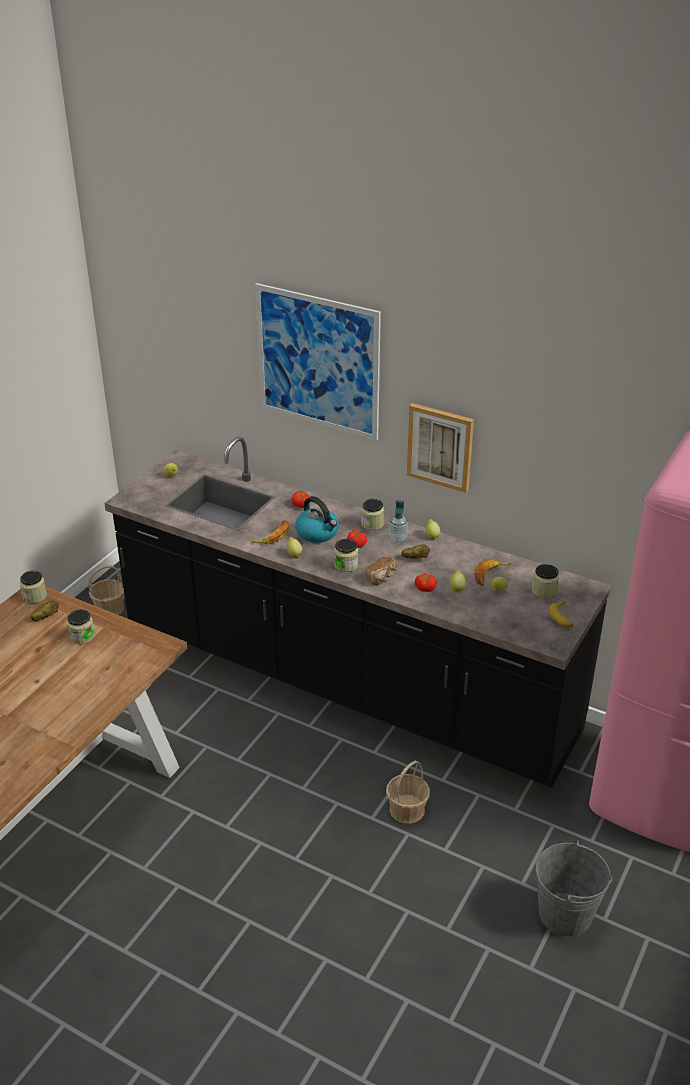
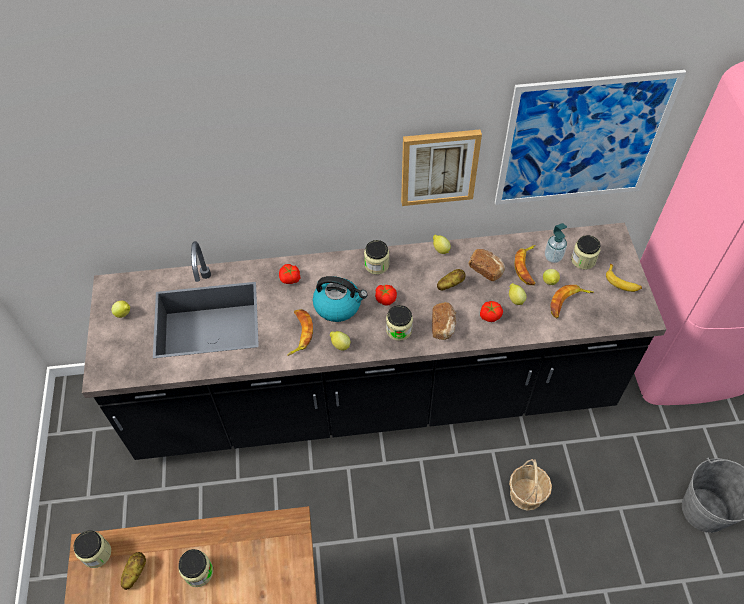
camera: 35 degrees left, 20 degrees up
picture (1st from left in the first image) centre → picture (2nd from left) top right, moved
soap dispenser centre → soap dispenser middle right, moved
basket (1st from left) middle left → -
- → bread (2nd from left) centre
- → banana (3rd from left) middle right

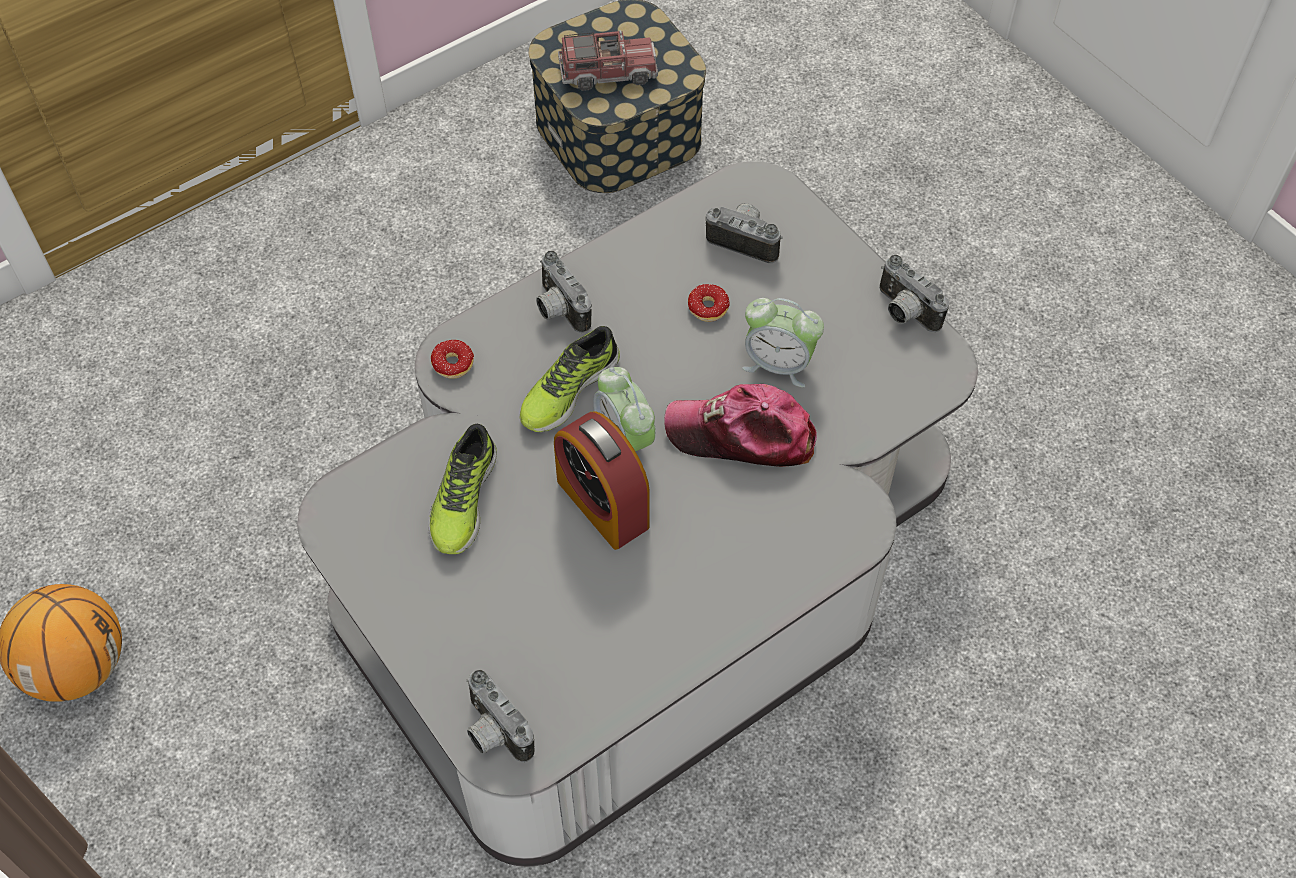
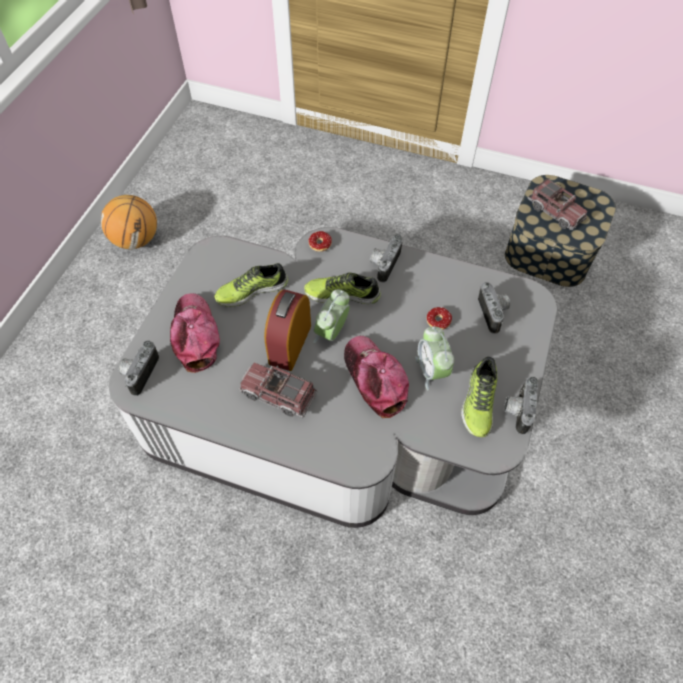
camera: 55 degrees right, 0 degrees up
- → cap (1st from left) middle left
- → shoe (3rd from left) middle right
- → toy truck (1st from left) centre

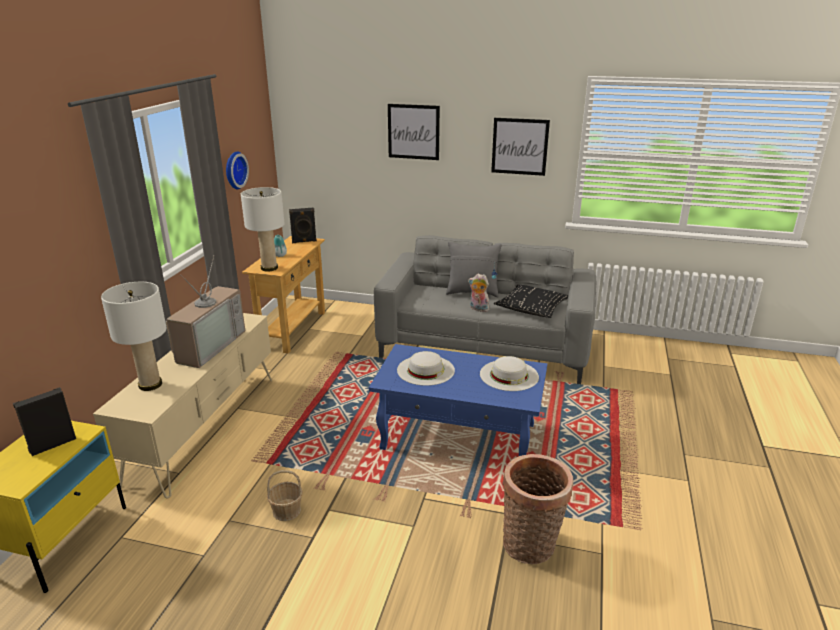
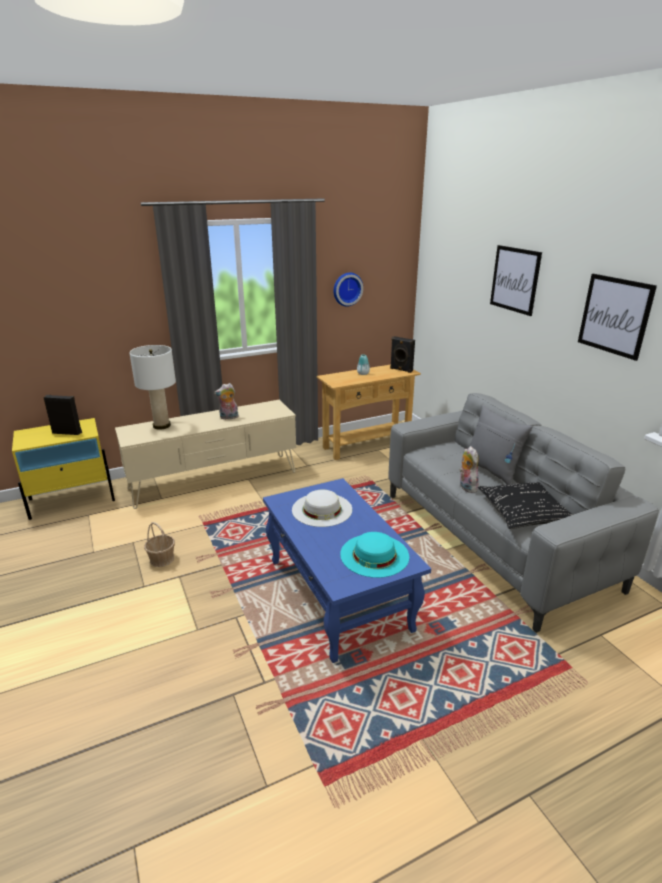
camera: 50 degrees right, 0 degrees up
table lamp in white (2nd from left) middle left → -
television middle left → plush toy (1st from left) centre
hat in white (2nd from left) centre → hat in turquoise centre
basket (2nd from left) bottom centre → -

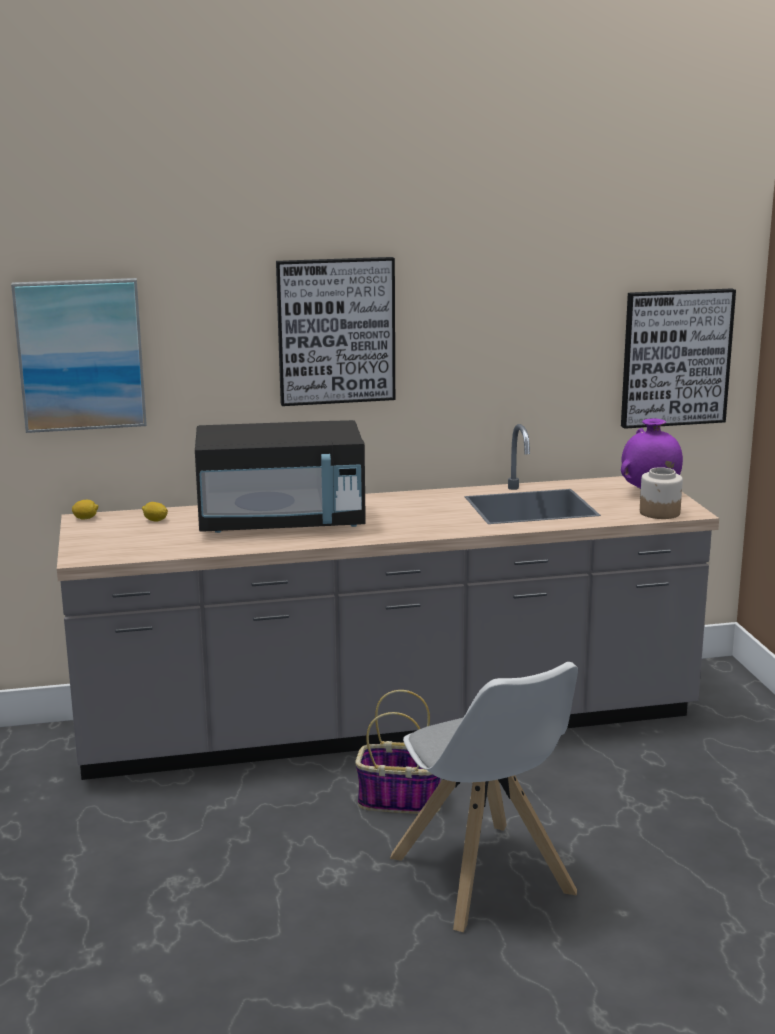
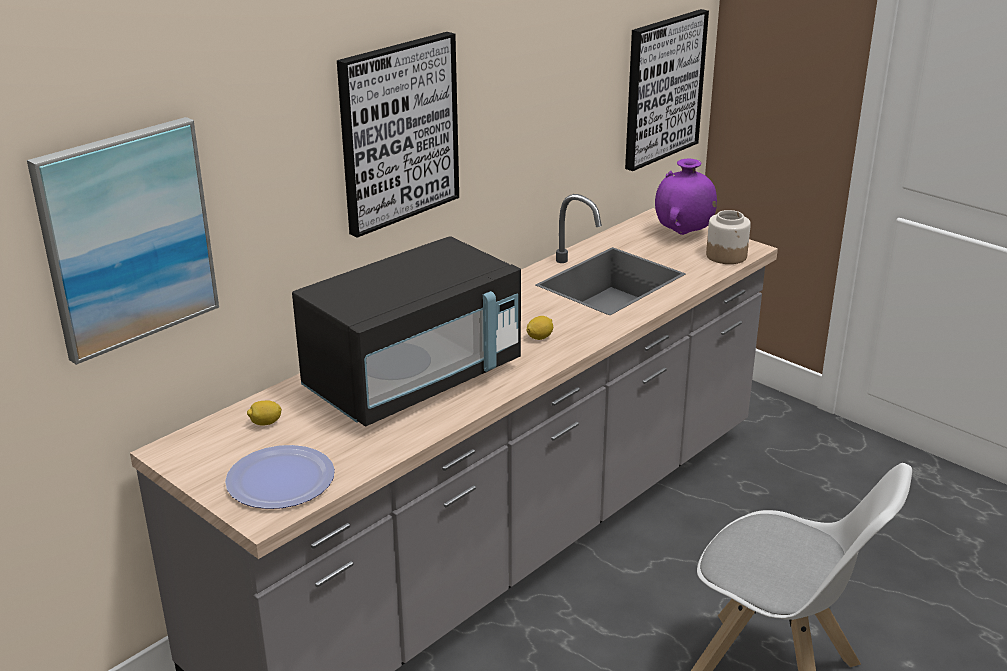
camera: 35 degrees left, 10 degrees up
lemon (1st from left in the first image) middle left → lemon (2nd from left) centre, moved
basket bottom centre → -
- → plate bottom left

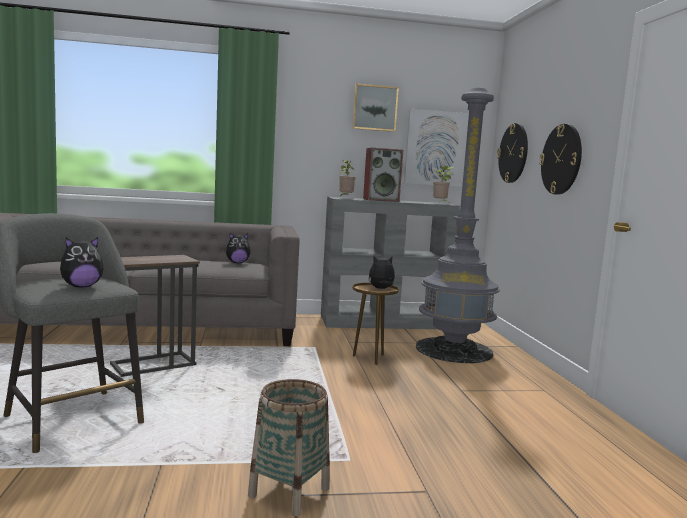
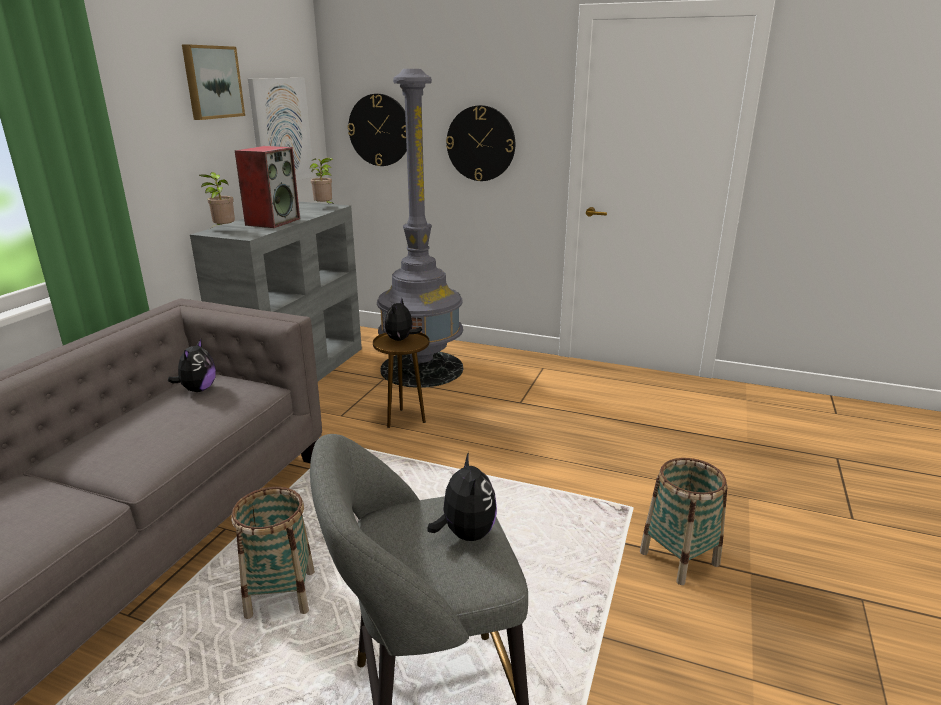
camera: 60 degrees left, 15 degrees up
side table in brown (1st from left) middle left → basket (1st from left) bottom left

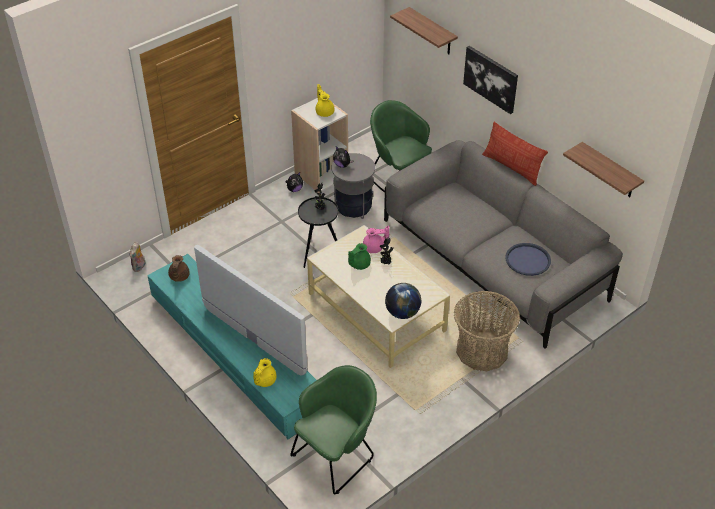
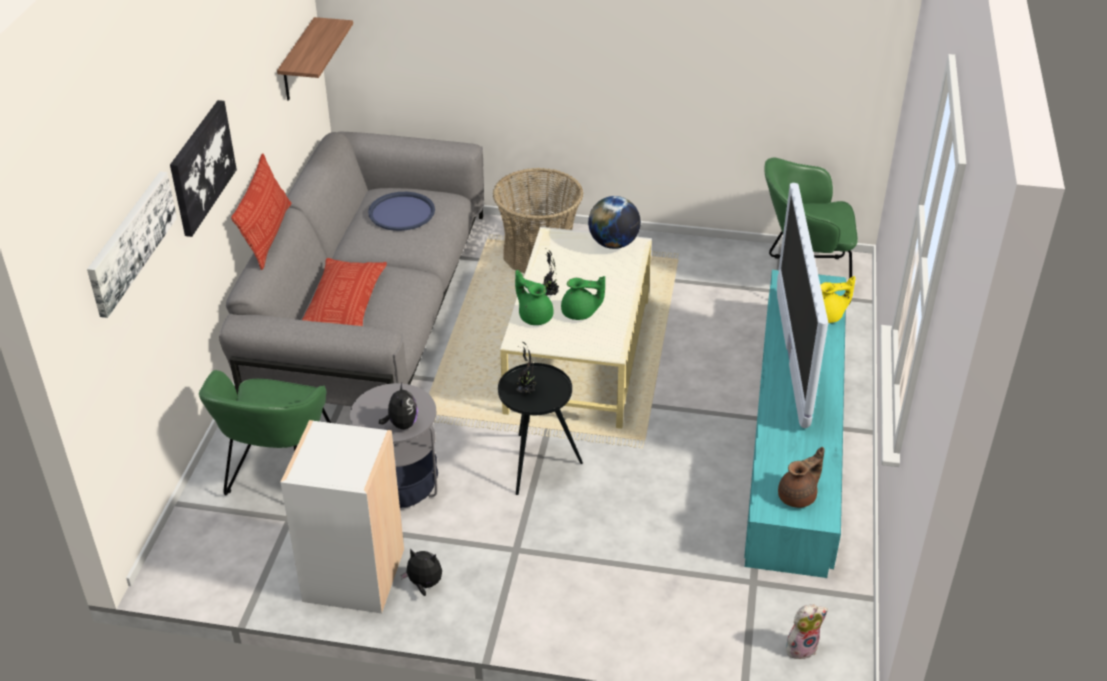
camera: 130 degrees left, 5 degrees down
shelf (1st from left) top centre → picture (1st from left) middle left
teapot in yellow (2nd from left) top centre → -
teapot in pink centre → teapot in green (1st from left) centre
- → pillow (2nd from left) middle left

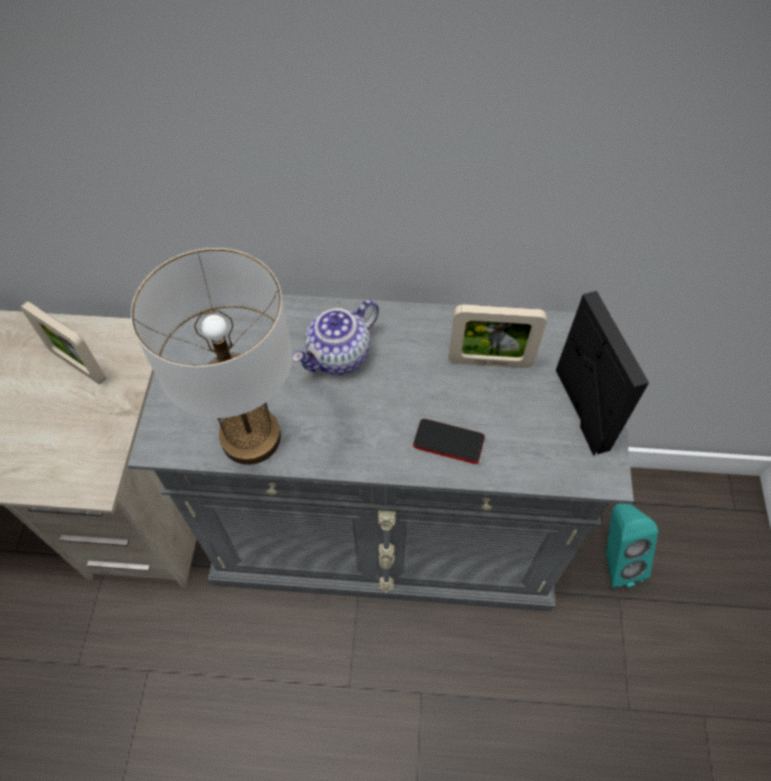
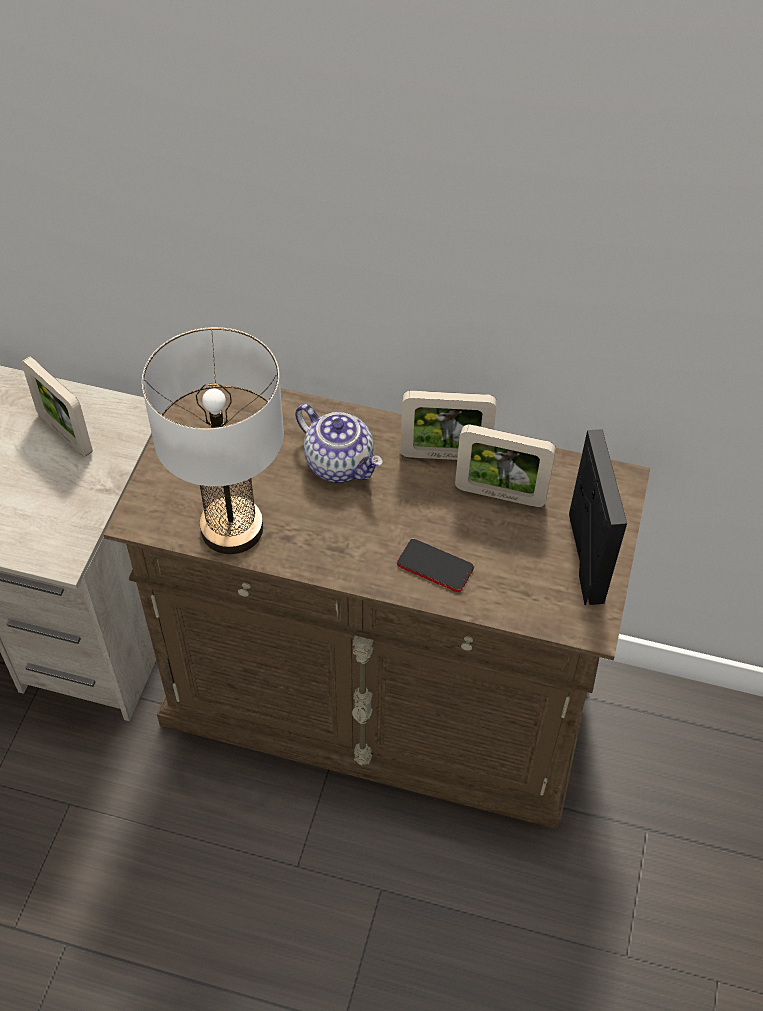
camera: 10 degrees right, 5 degrees down
dresser in grey centre → dresser in brown centre
teapot centre, 105 degrees counterclockwise
speaker in turquoise bottom right → -
- → picture frame (2nd from left) centre

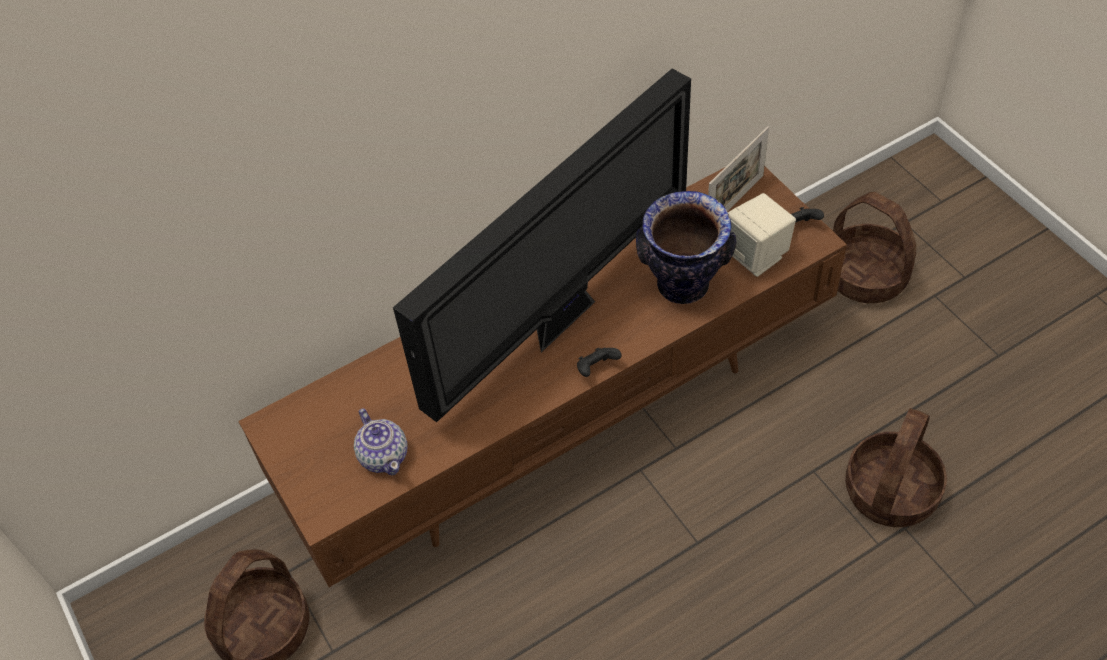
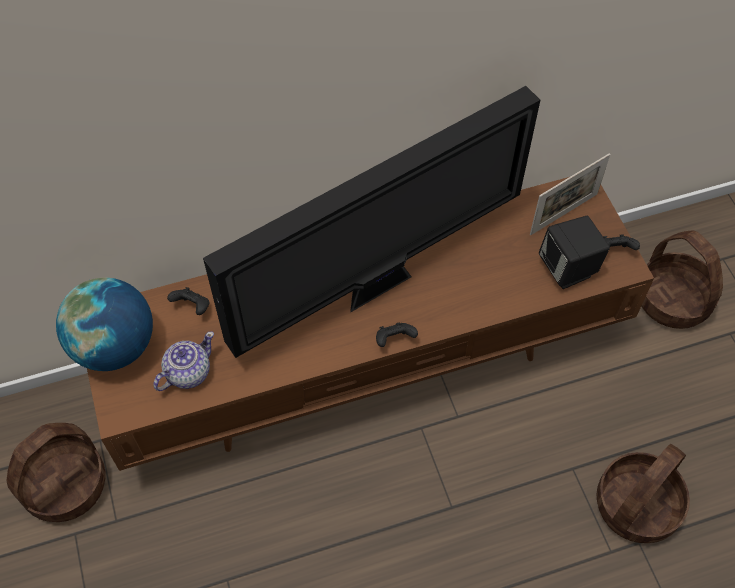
camera: 10 degrees right, 5 degrees up
vase centre → -
speaker in beige middle right → speaker in black middle right
teapot bottom centre → teapot middle left, 120 degrees counterclockwise
- → globe middle left
- → game controller in black (1st from left) middle left

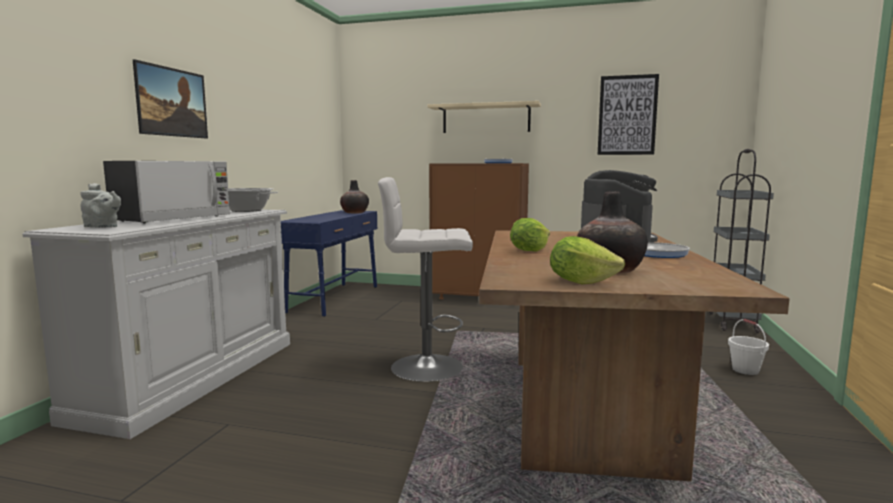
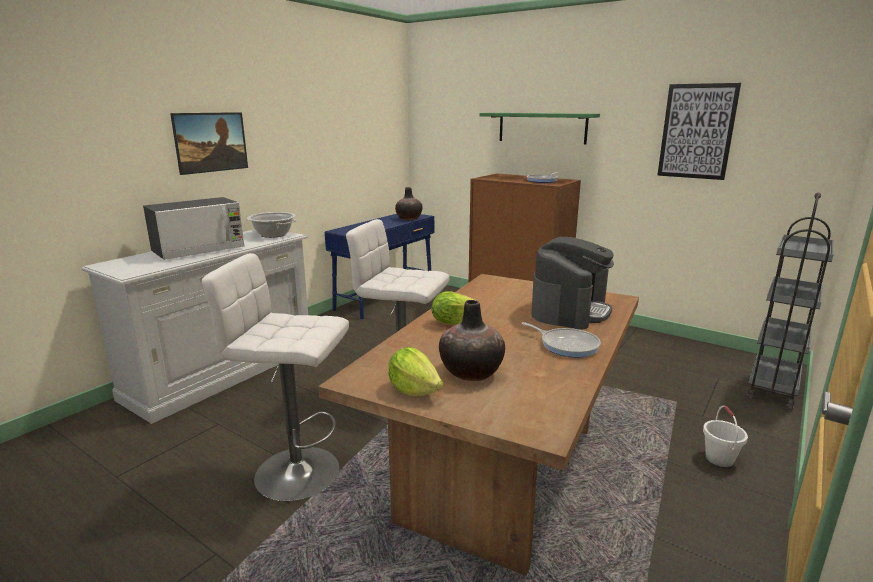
camera: 20 degrees right, 10 degrees up
shelf in beige top centre → shelf in green top centre
teapot in grey middle left → -
- → stool in white (1st from left) middle left

